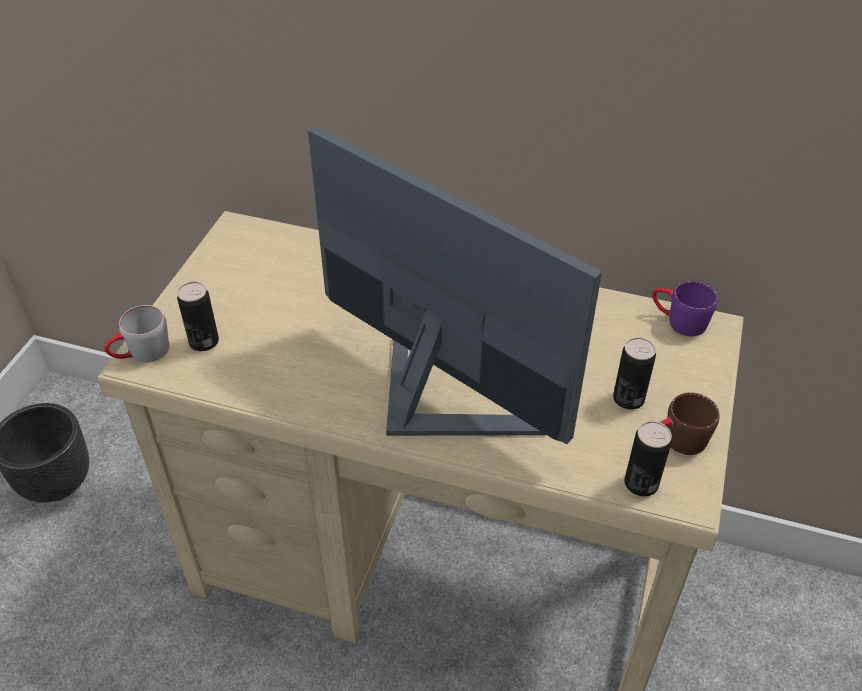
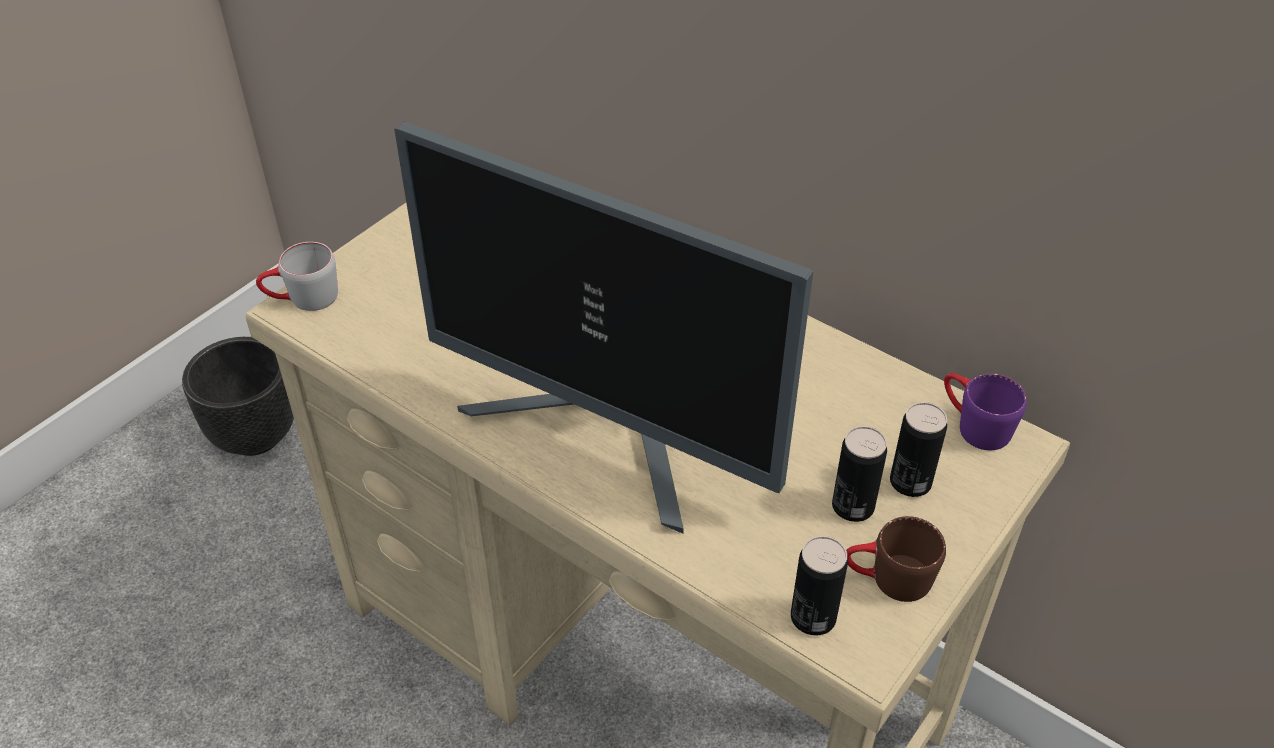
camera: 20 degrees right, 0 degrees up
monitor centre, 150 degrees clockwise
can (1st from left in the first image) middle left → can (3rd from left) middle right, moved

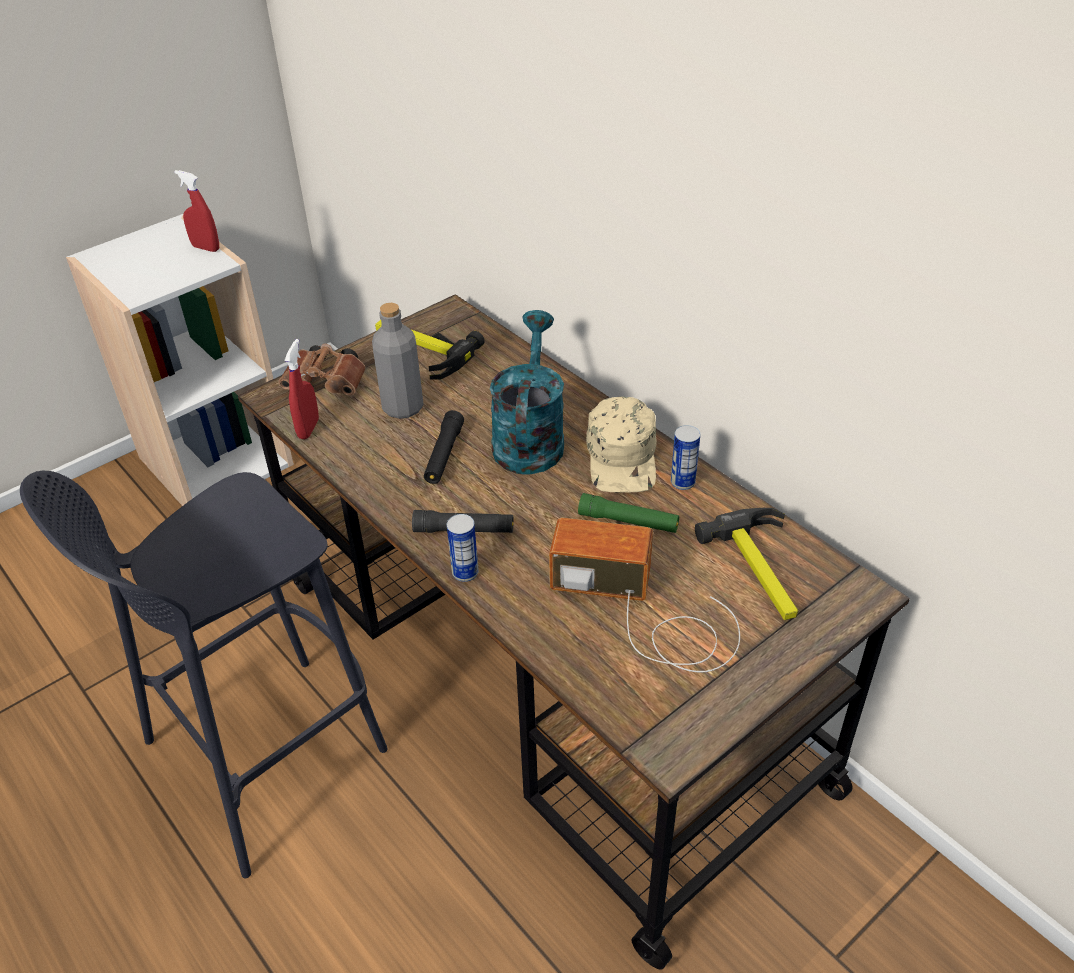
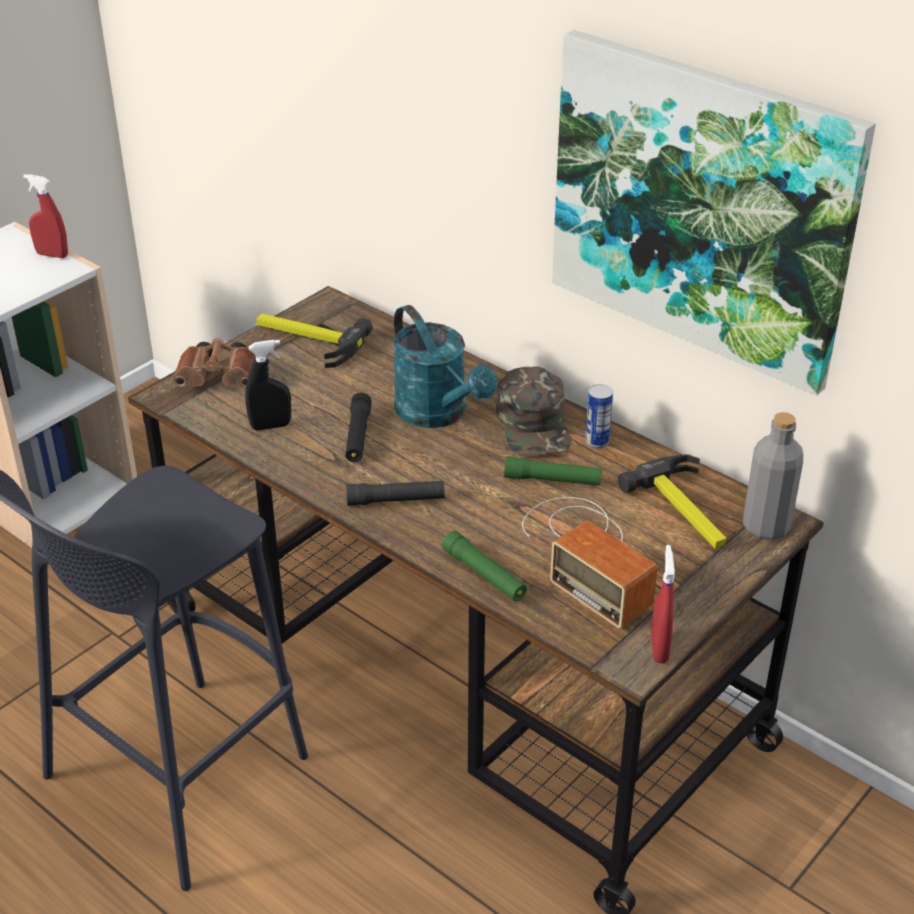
camera: 10 degrees left, 5 degrees down
bottle in grey centre → bottle in grey middle right, moved
watering can in turquoise centre, 150 degrees clockwise
spray bottle in red (2nd from left) middle left → spray bottle in red (2nd from left) middle right, moved
cap in beige centre → cap in green centre
can (1st from left) centre → -
radio centre, 135 degrees counterclockwise
- → picture top right
- → spray bottle in black middle left
- → flashlight in green (1st from left) centre

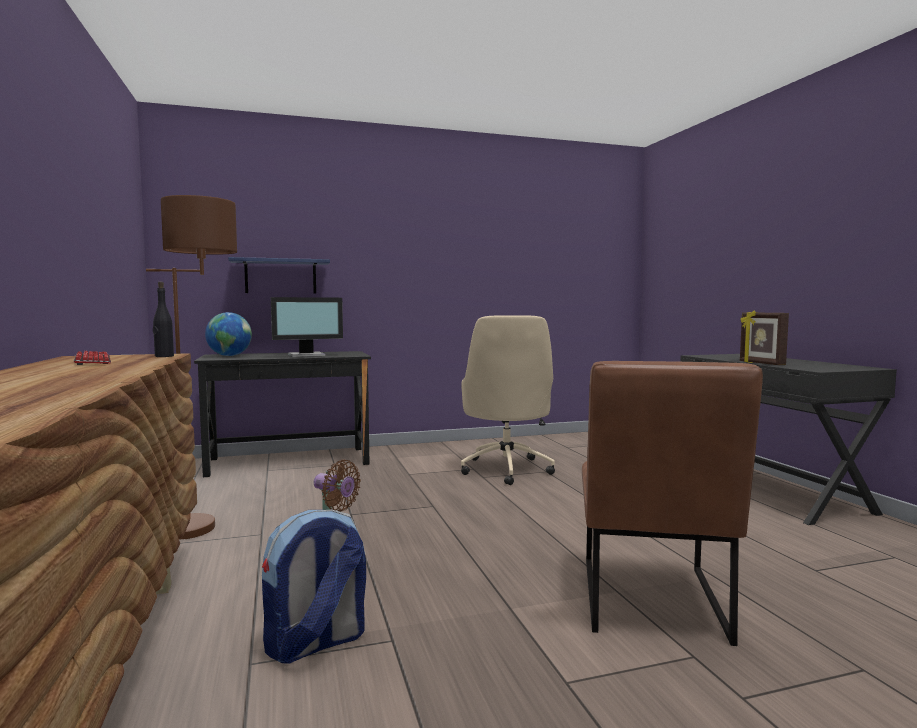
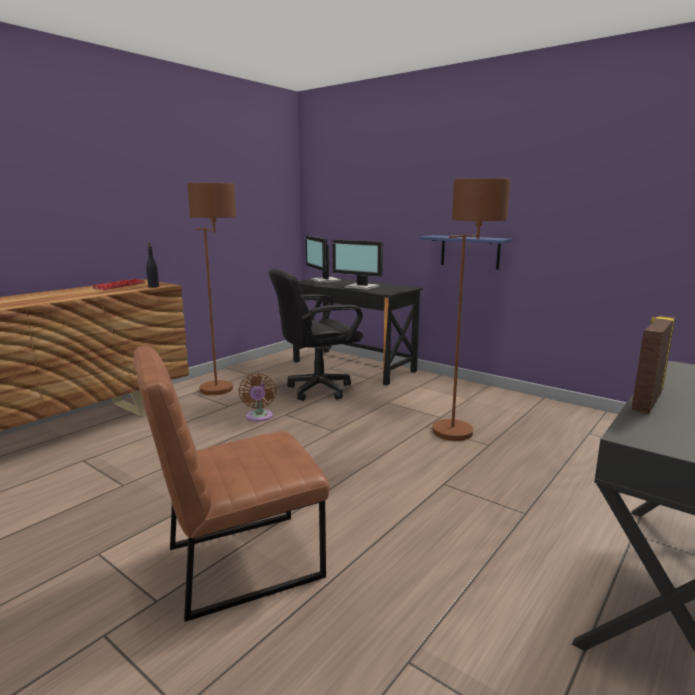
camera: 55 degrees right, 10 degrees up
shelf in blue middle left → shelf in blue middle right, moved
globe middle left → monitor (1st from left) centre
office chair in beige centre → floor lamp in brown (2nd from left) middle right
backpack bottom centre → -
- → office chair in black centre

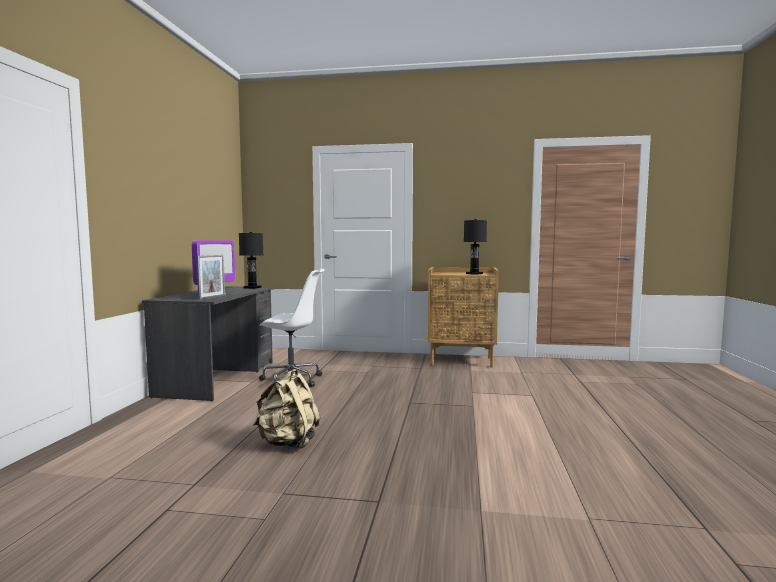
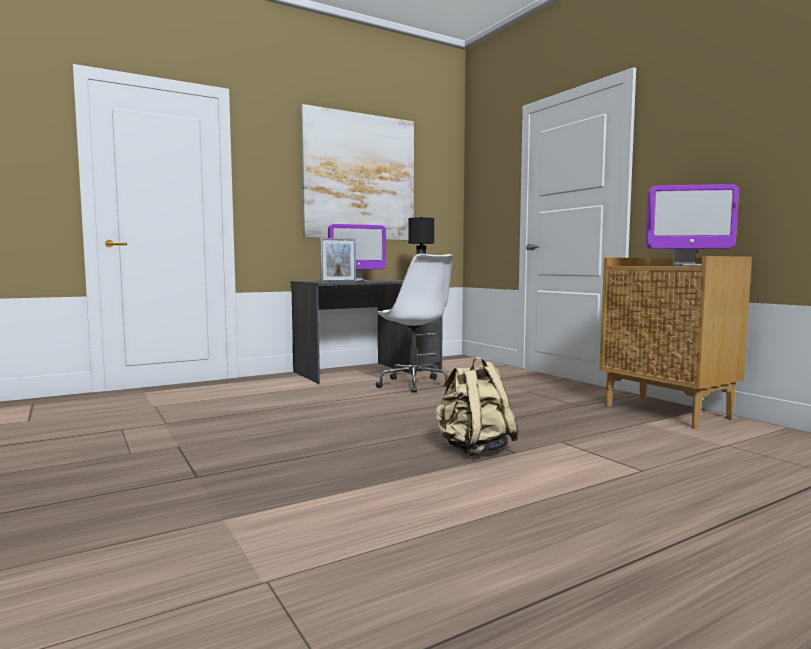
camera: 50 degrees right, 0 degrees up
table lamp in black (2nd from left) centre → monitor (2nd from left) middle right
backpack in beige bottom centre → backpack in beige centre, moved
- → picture top centre

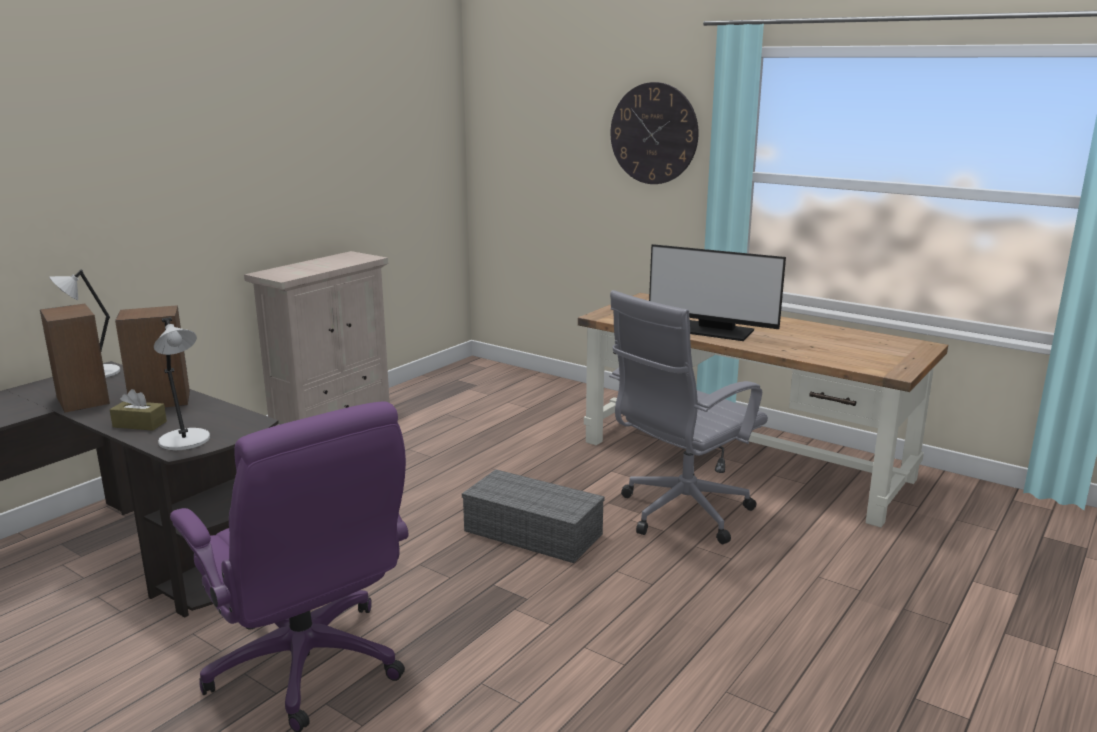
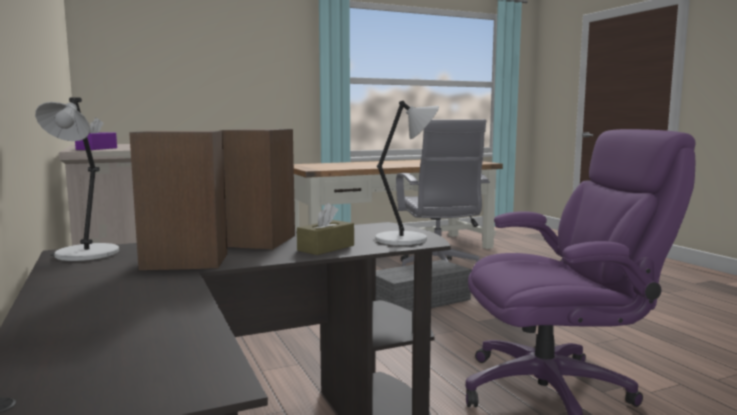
camera: 60 degrees left, 10 degrees down
wall clock top centre → -
monitor centre → -
- → tissue box in purple top left

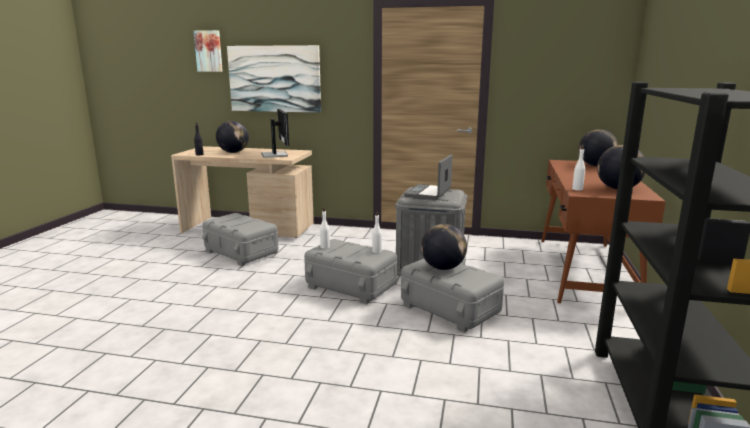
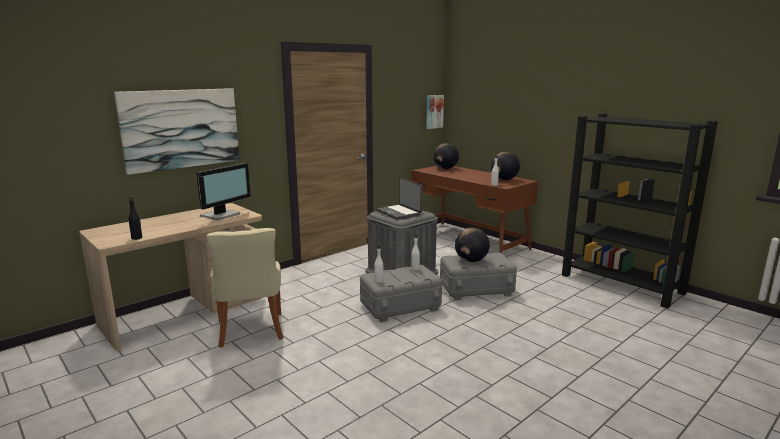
camera: 55 degrees left, 0 degrees up
picture (1st from left in the first image) top left → picture (2nd from left) top centre, moved
monitor top centre → monitor middle left, 105 degrees clockwise
globe (1st from left) top left → -
storage box in grey (1st from left) middle left → chair in beige middle left

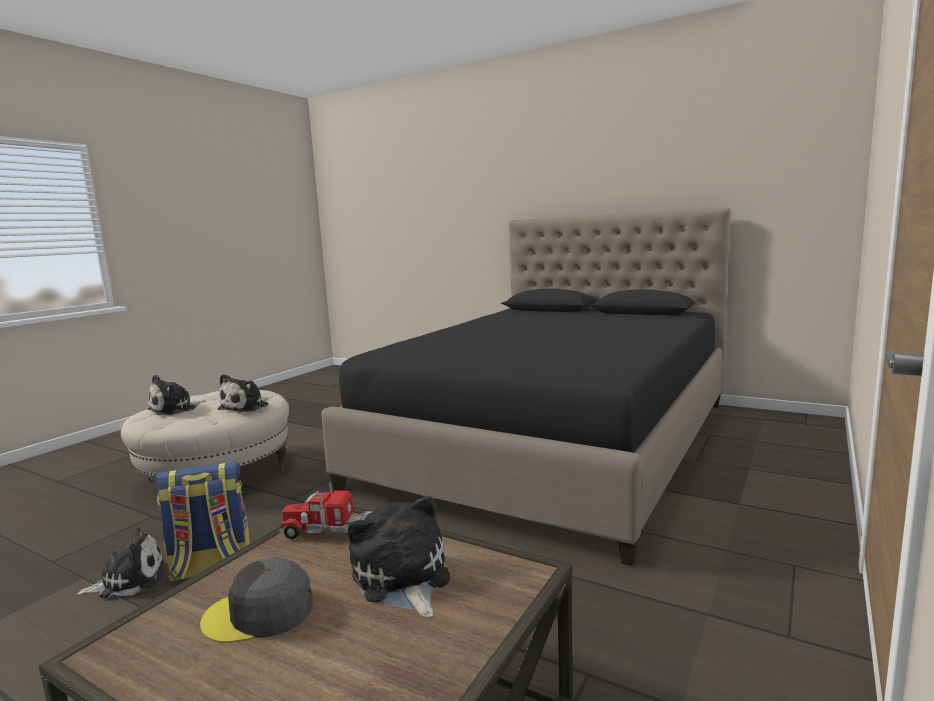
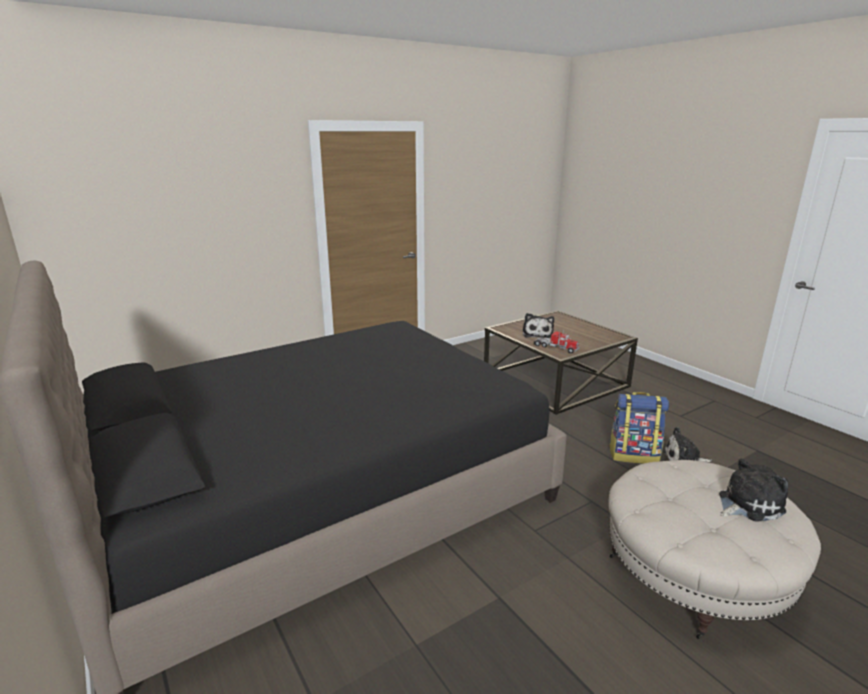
camera: 155 degrees left, 10 degrees up
plush toy (3rd from left) middle left → -
cap in grey bottom left → -

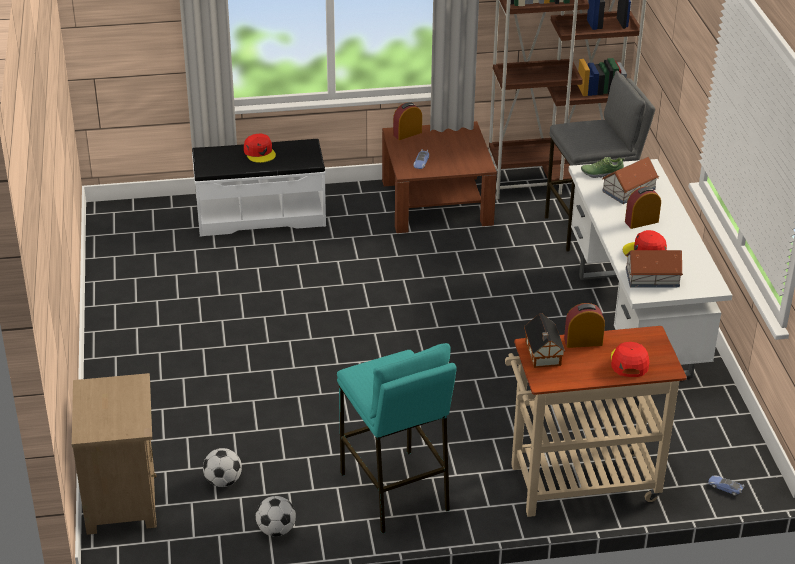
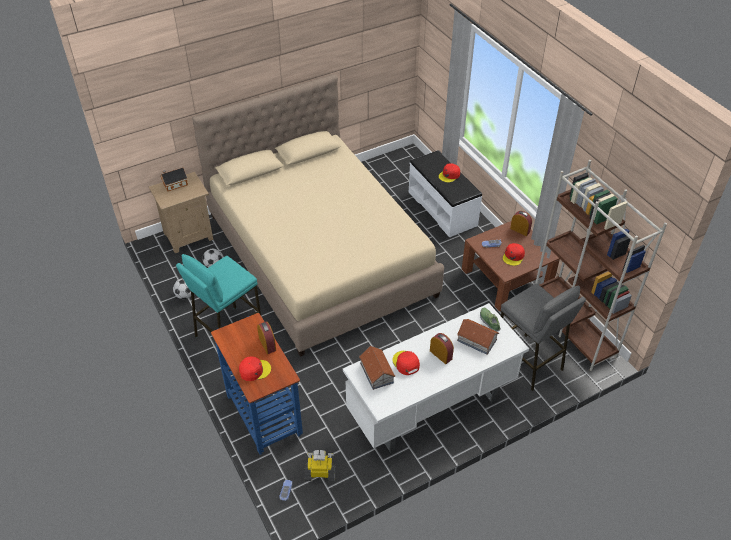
camera: 70 degrees right, 10 degrees up
toy house (1st from left) middle right → toy house (1st from left) top left, moved
cart in beige bottom right → cart in blue bottom centre
- → bed in beige centre
- → cap in red (4th from left) middle right
- → toy robot bottom centre

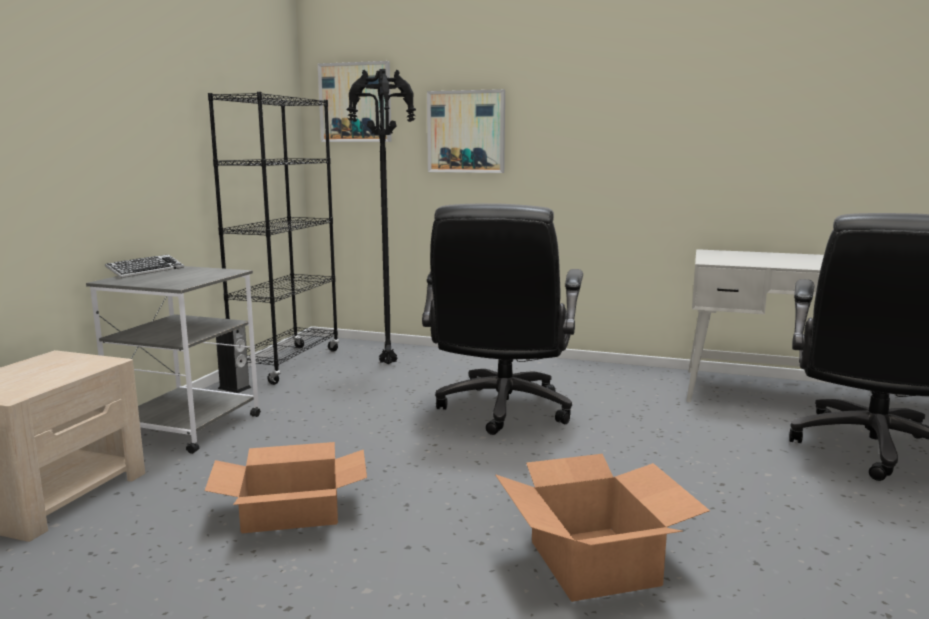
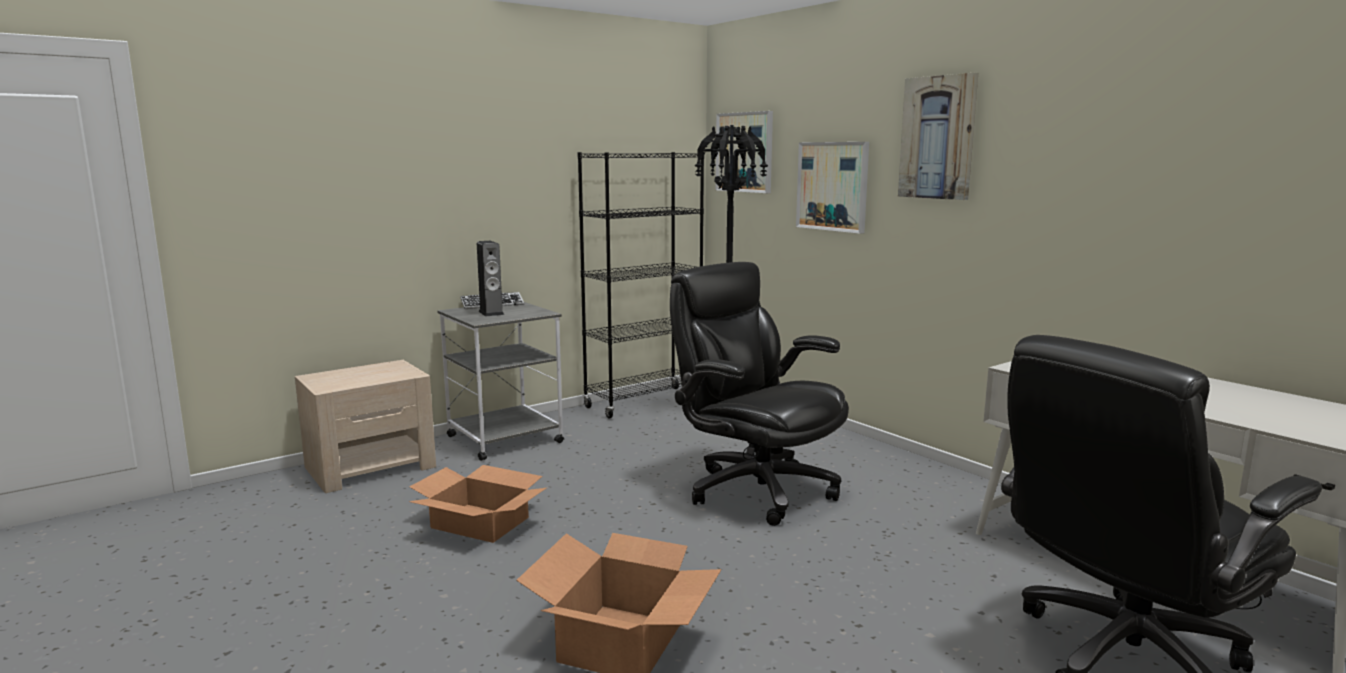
camera: 35 degrees right, 0 degrees up
office chair in black (1st from left) centre, 90 degrees clockwise
speaker middle left → speaker centre, moved
- → picture (3rd from left) top right

